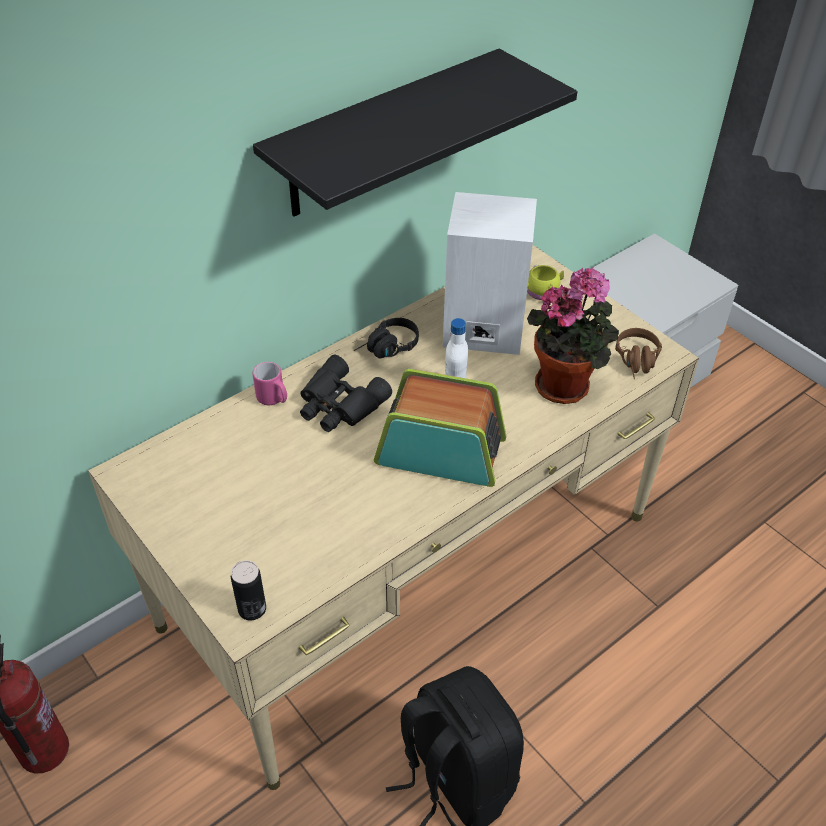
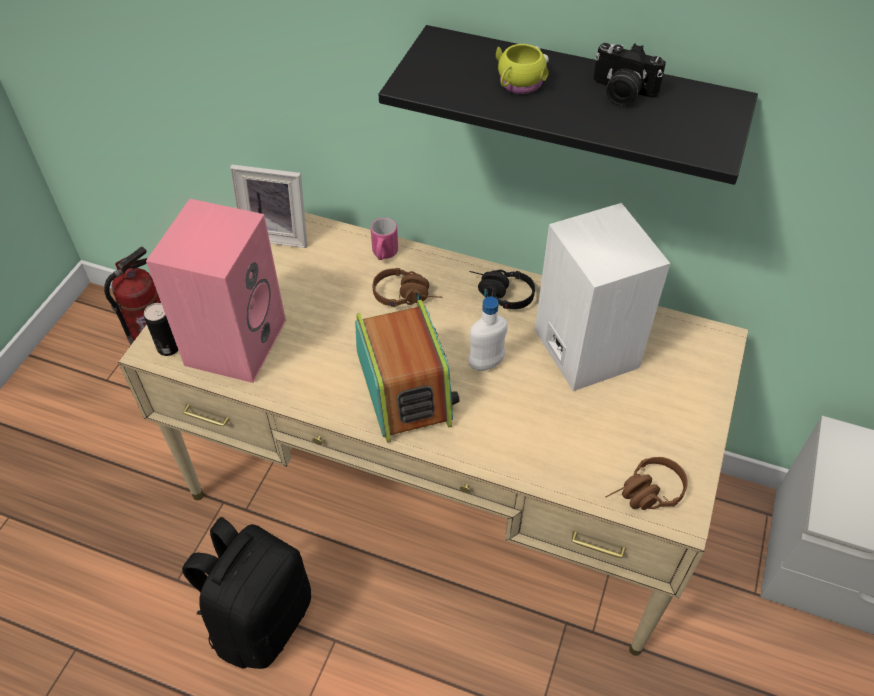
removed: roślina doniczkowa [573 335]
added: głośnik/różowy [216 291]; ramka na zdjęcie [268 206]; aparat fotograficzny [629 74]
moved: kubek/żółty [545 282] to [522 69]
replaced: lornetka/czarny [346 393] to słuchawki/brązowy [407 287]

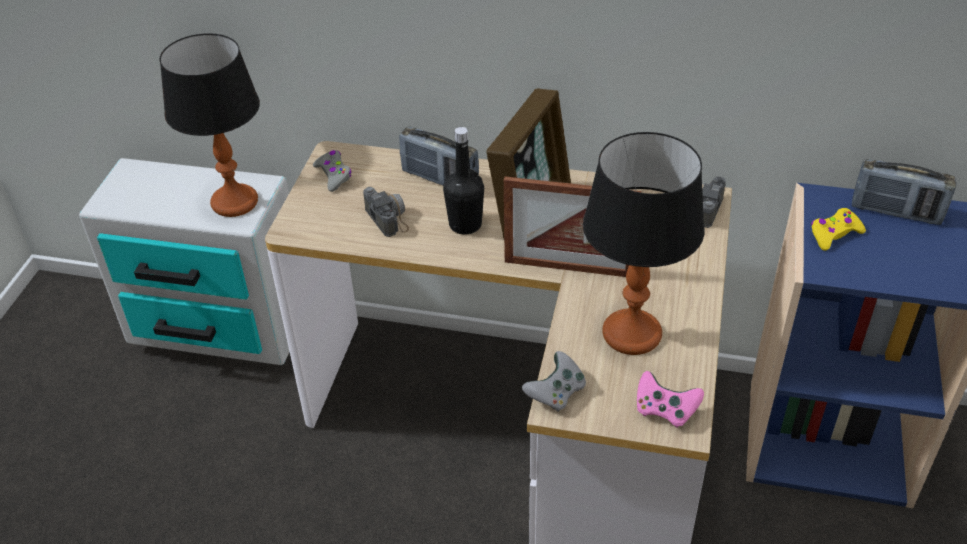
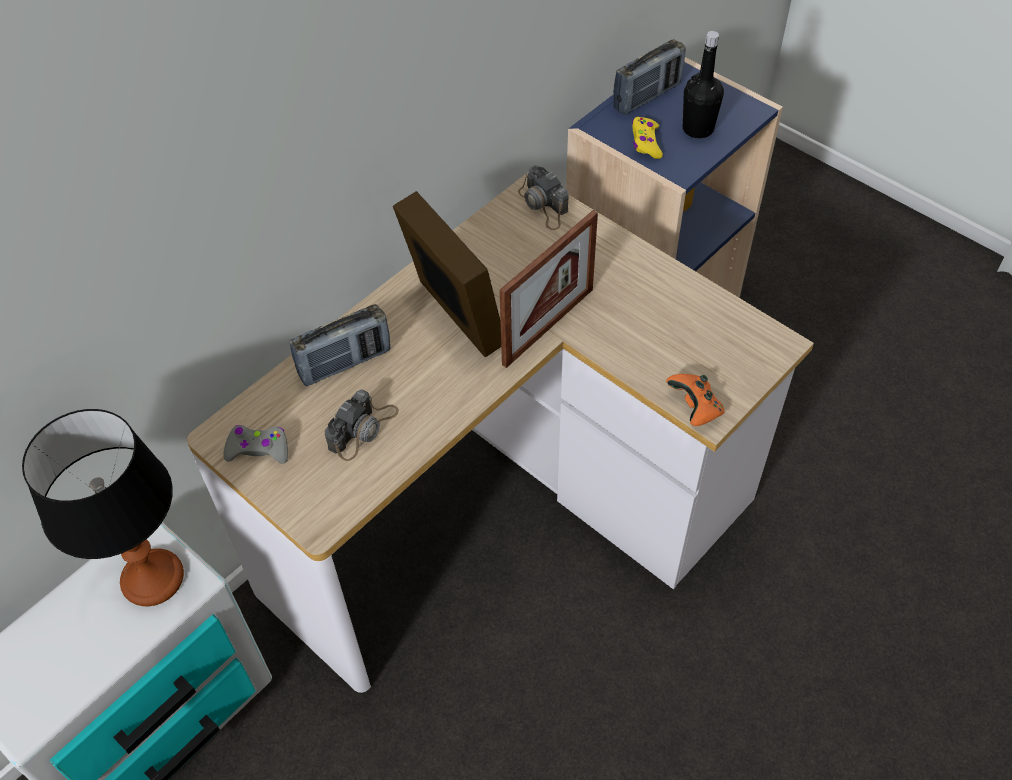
removed: lampa stołowa [644 243]; pad do gier/różowy [670 399]
moved: butelka/czarny [463 181] to [703 84]
recoloured: pad do gier/szary [554 381] to pad do gier/pomarańczowy [695 400]
turned: aparat fotograficzny [386 212] = [362 425] 120 degrees clockwise

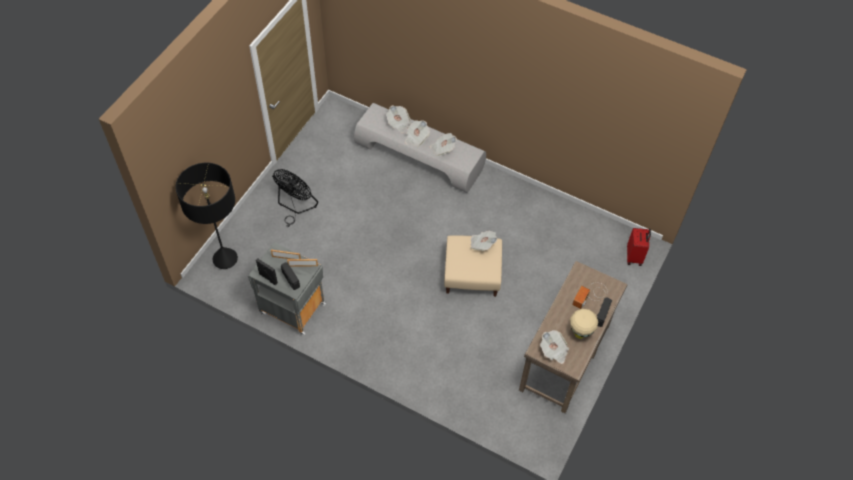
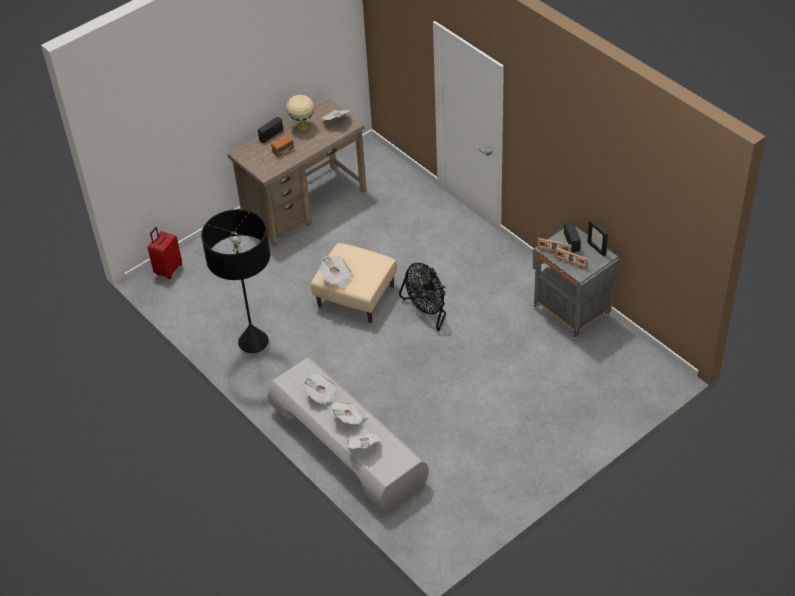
moved: lampa stojąca/czarny [207 216] to [235 281]; wentylator/czarny [295 198] to [422 297]

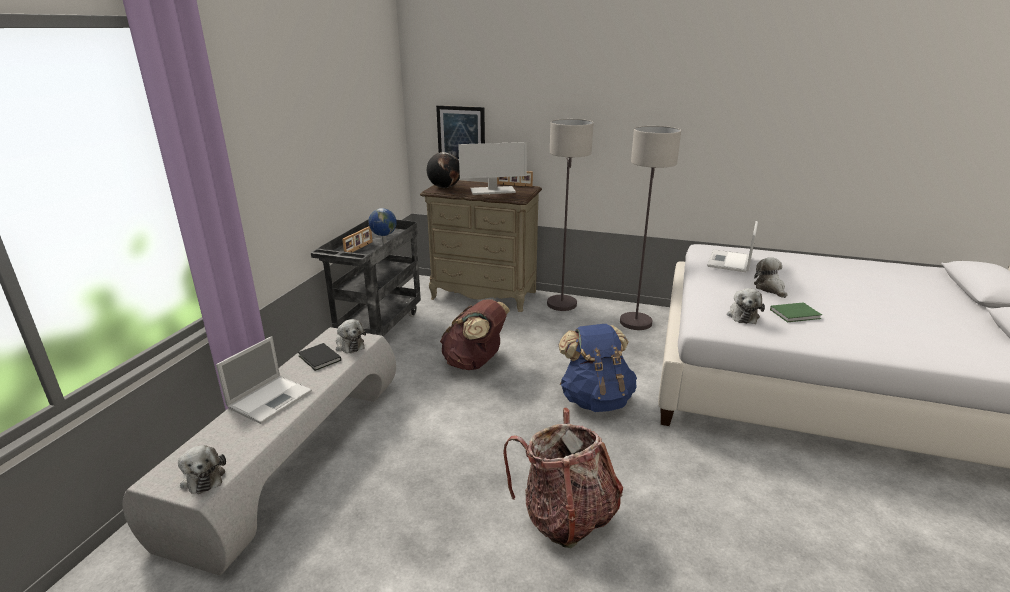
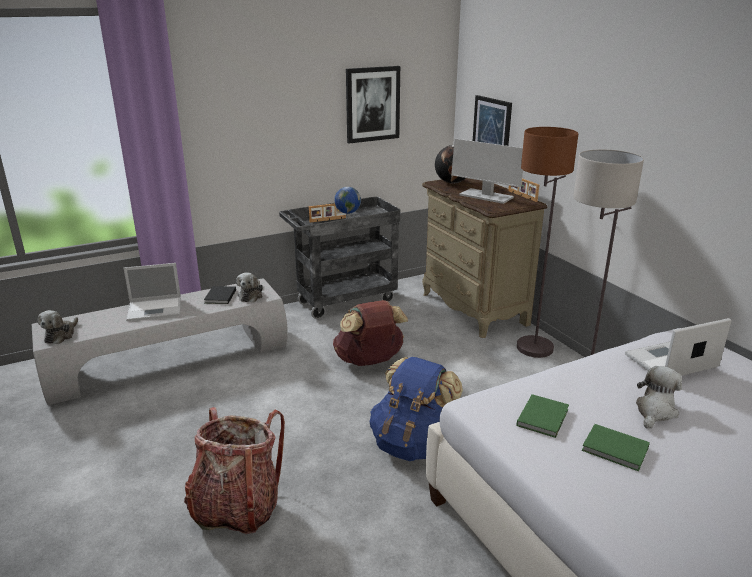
added: obraz [373 104]
replaced: pluszak [746 306] to książka/zielony [543 416]
recoloured: lampa stojąca/szary [570 215] to lampa stojąca/brązowy [547 242]

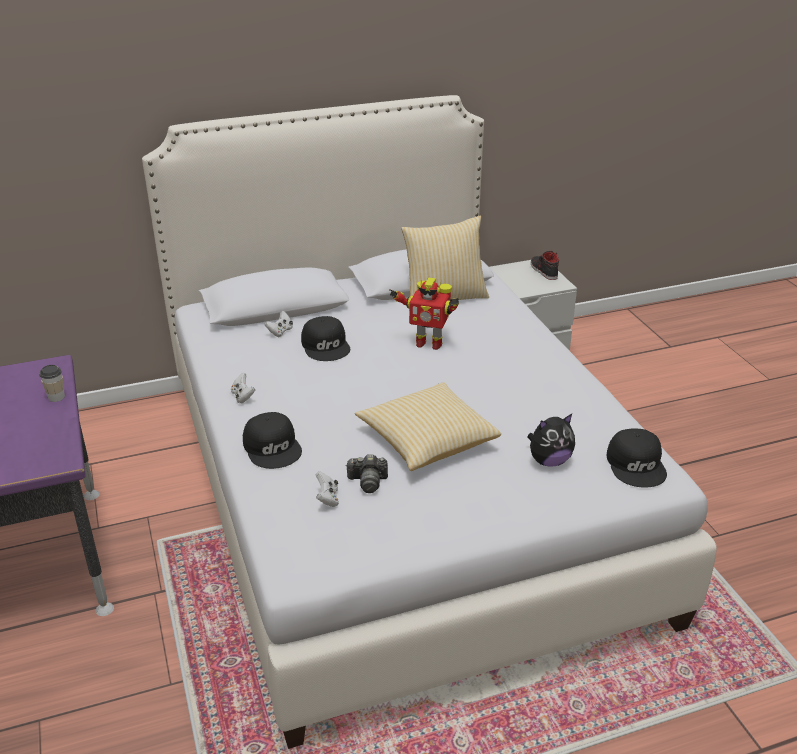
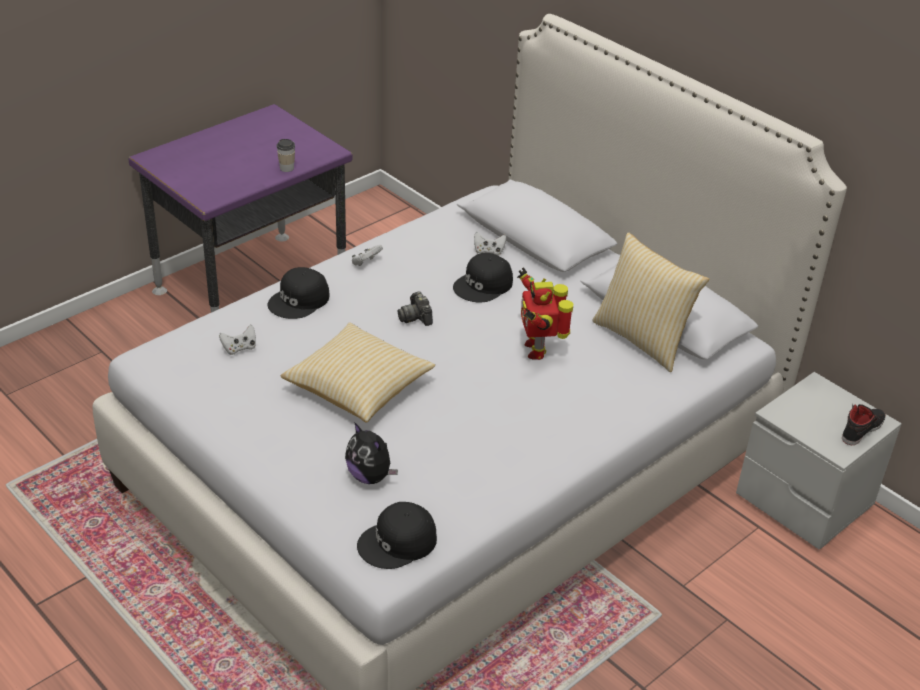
moved: aparat fotograficzny [366 473] to [415 308]

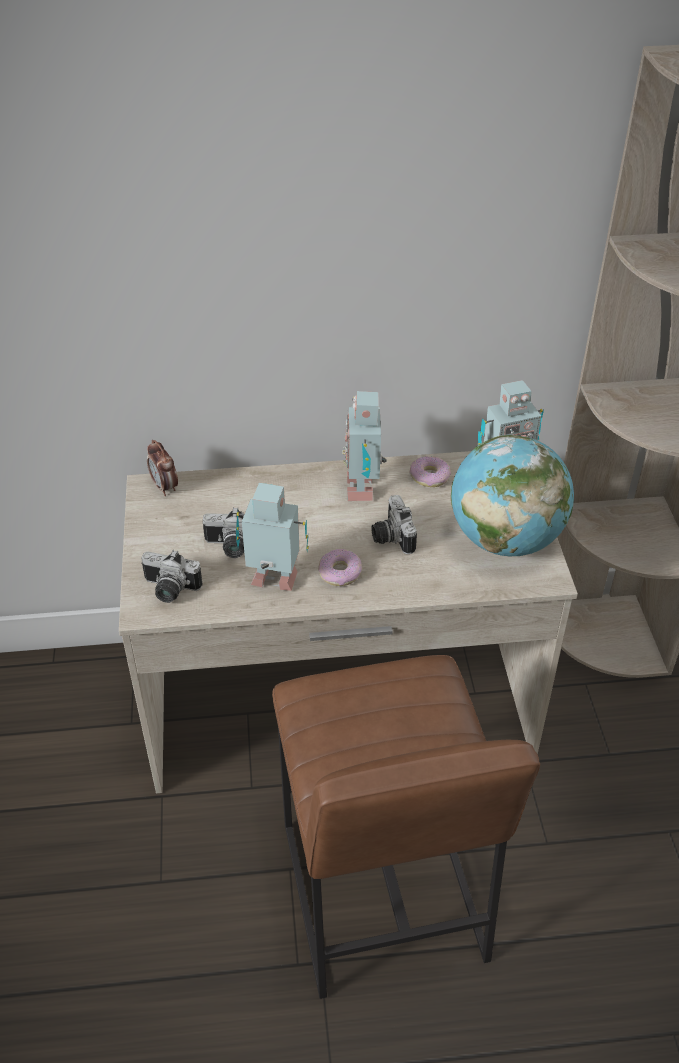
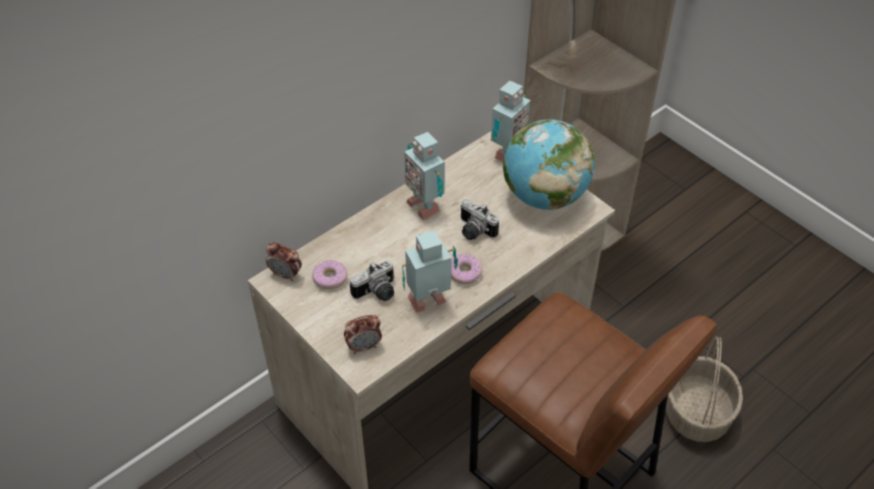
added: koszyk [704 389]
moved: donut [430 471] to [330 274]
replaced: aparat fotograficzny [171 576] to budzik [363 334]

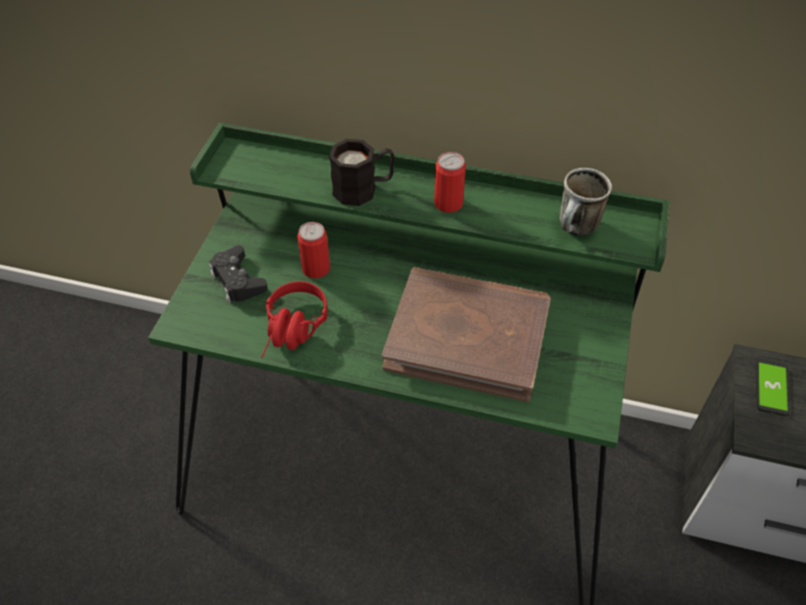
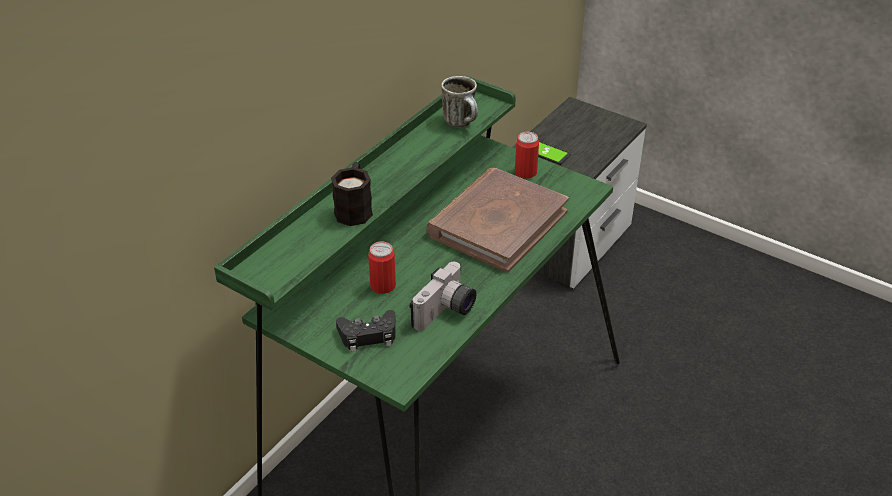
moved: puszka [450 182] to [527 155]
replaced: słuchawki/czerwony [294 319] to aparat fotograficzny [443 296]

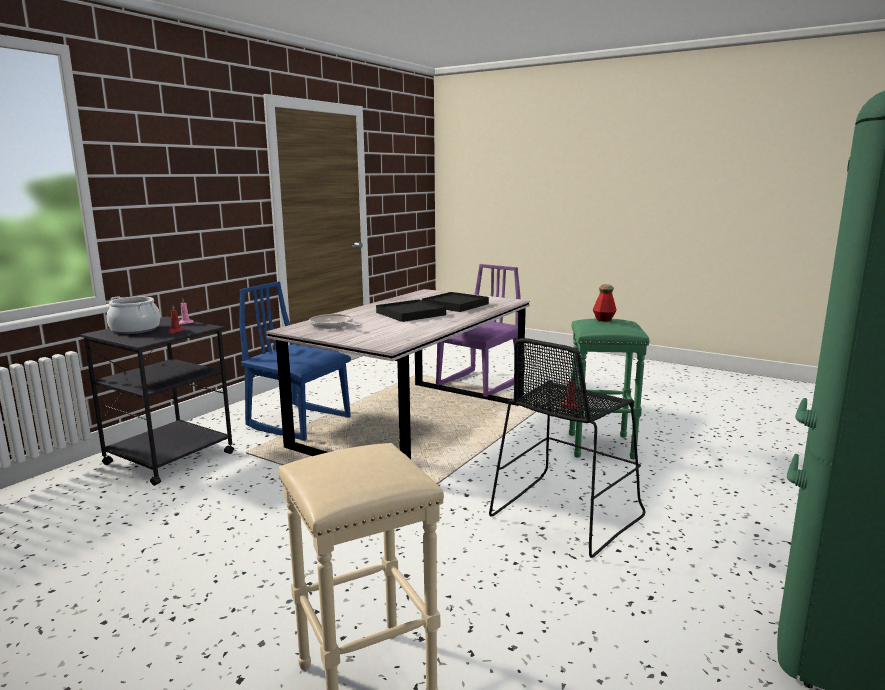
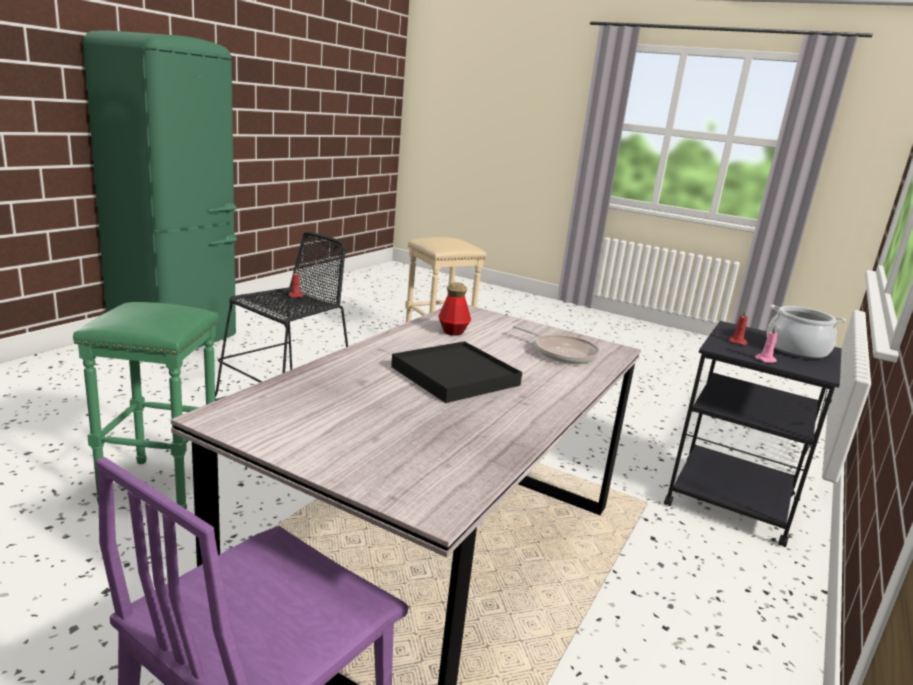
removed: krzesło/niebieski [295 361]; taca/czarny [455 302]
moved: butelka [605 303] to [454 309]

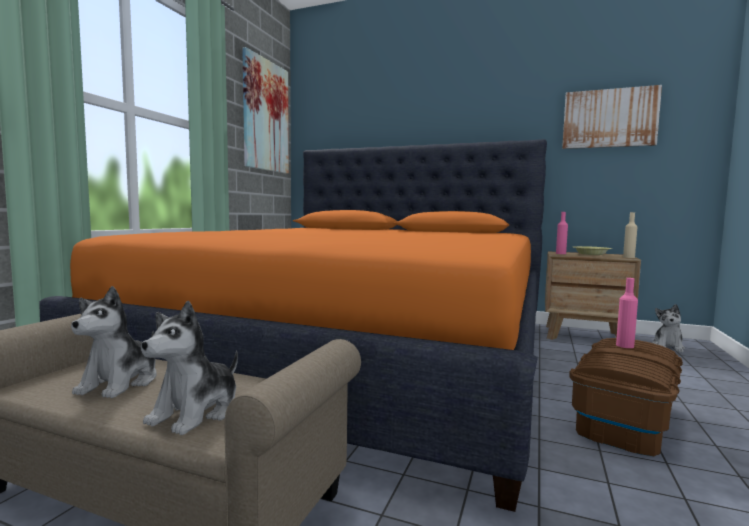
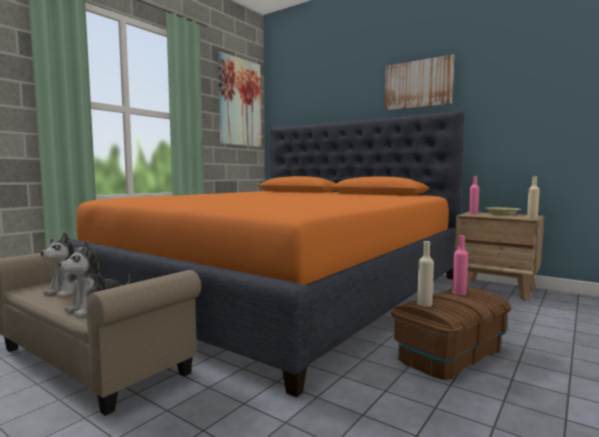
removed: pluszak [668 328]
added: butelka/beżowy [425 274]
moved: obraz [612 117] to [419 82]

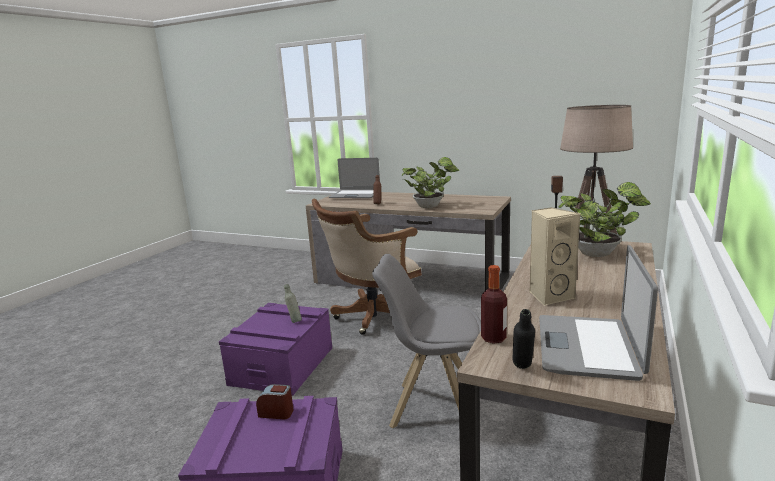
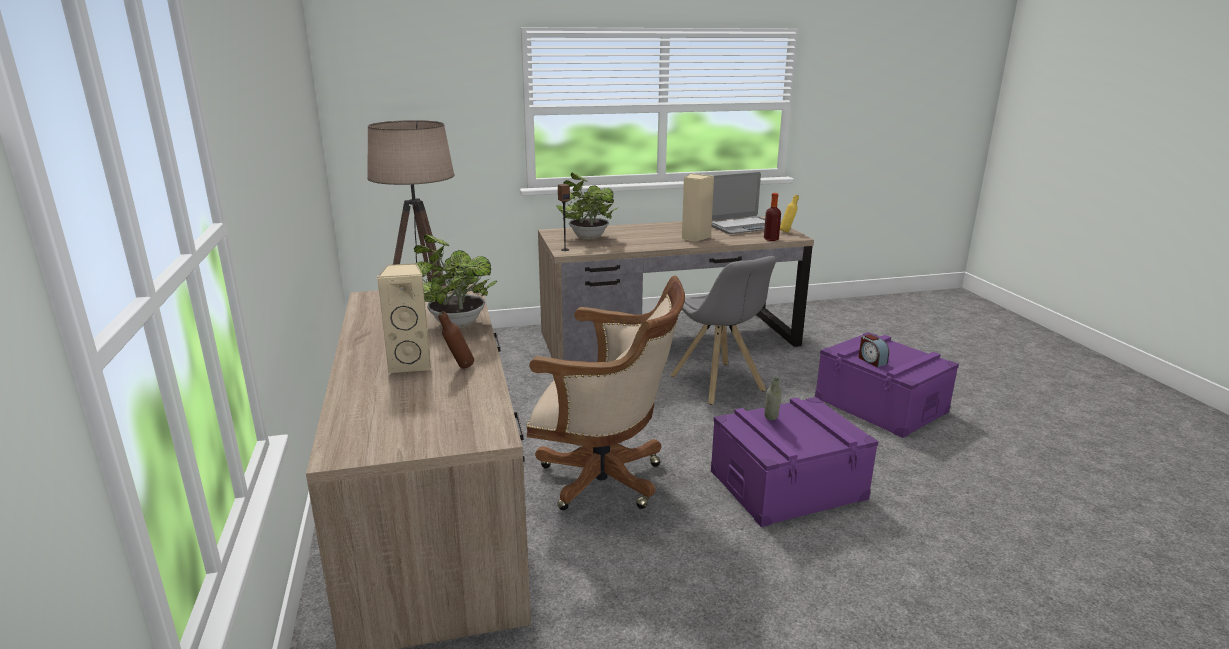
removed: laptop [354 178]
added: głośnik/beżowy [404 318]
recoloured: butelka/czarny [523 339] to butelka/żółty [789 213]

